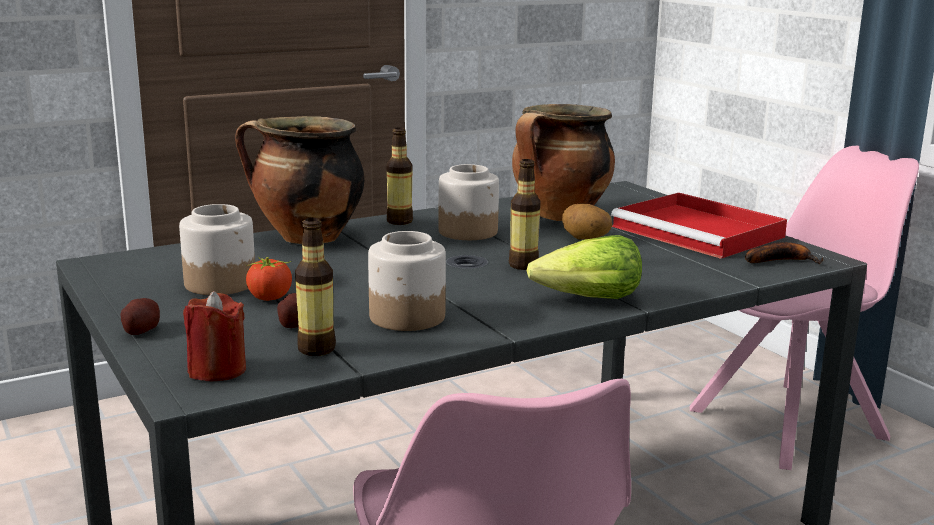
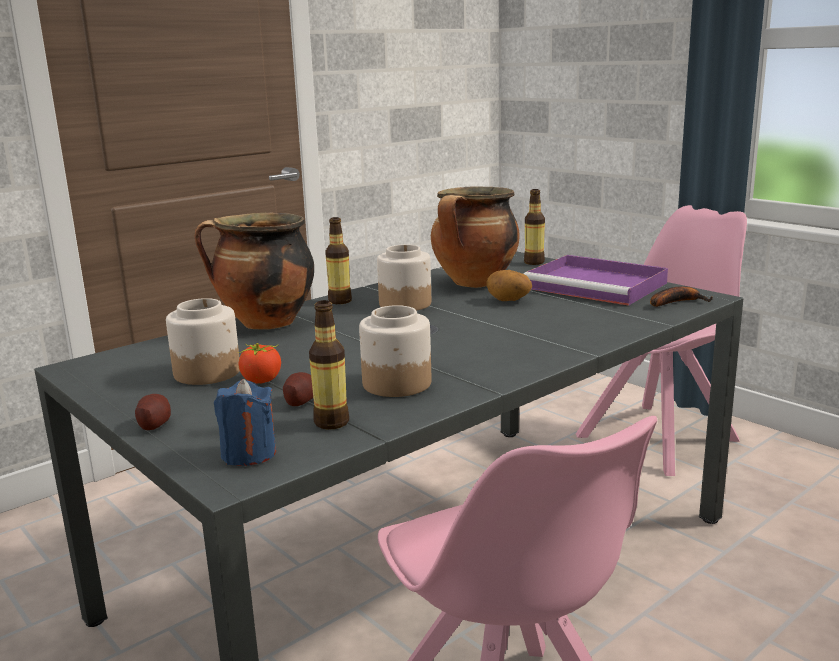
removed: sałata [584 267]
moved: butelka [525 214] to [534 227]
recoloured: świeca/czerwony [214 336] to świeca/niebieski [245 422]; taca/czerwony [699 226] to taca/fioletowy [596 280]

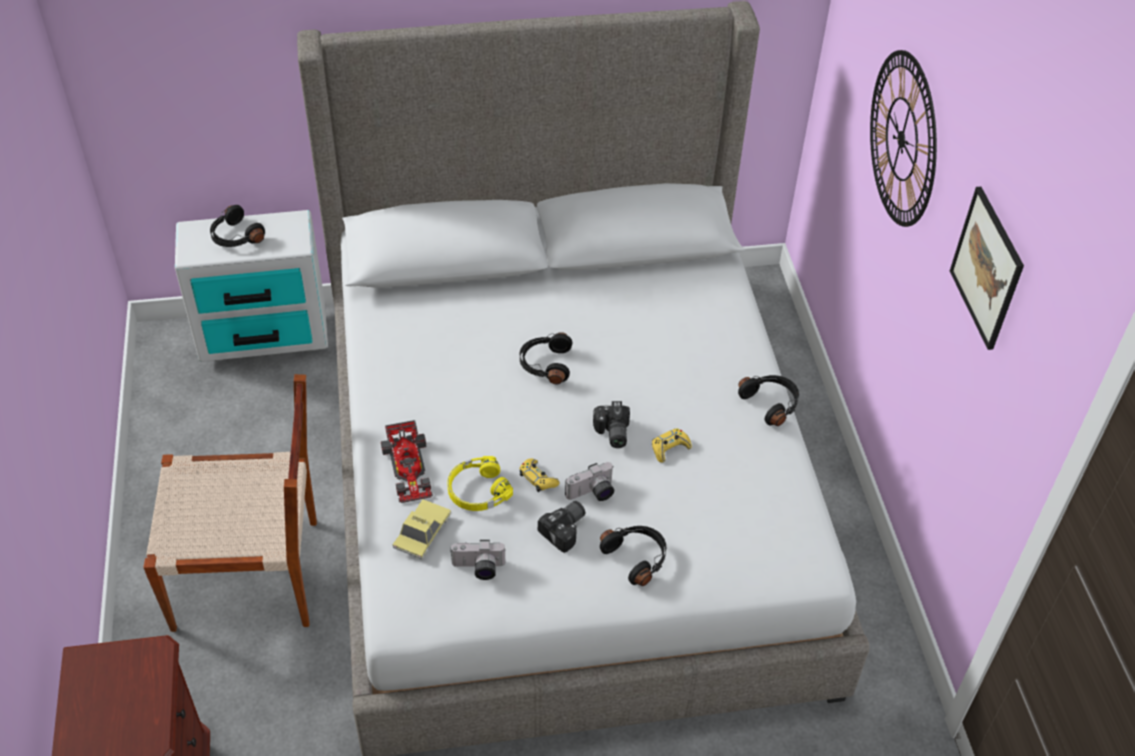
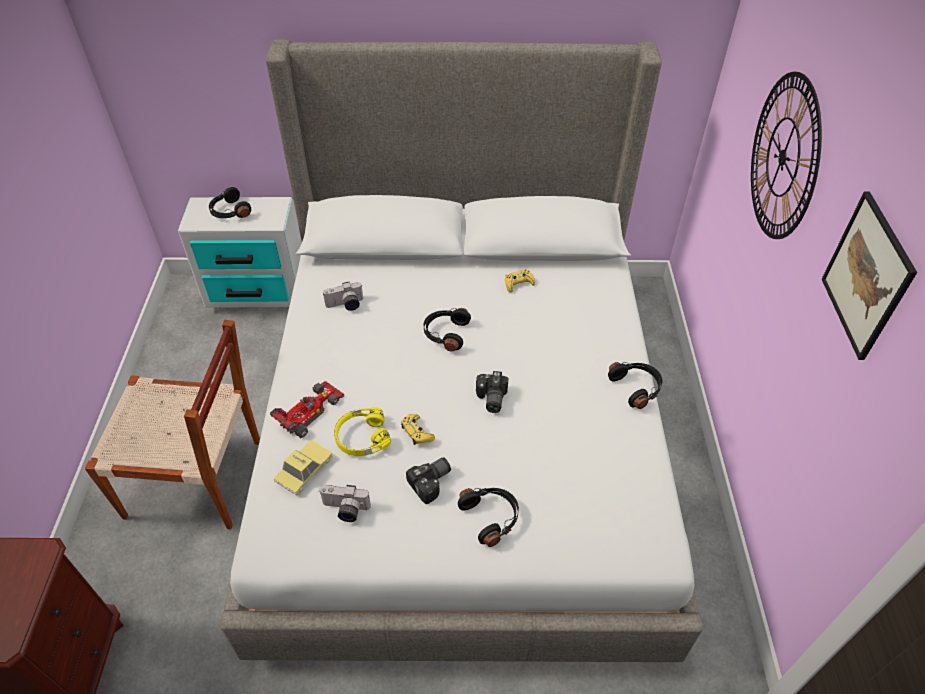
moved: aparat fotograficzny [589 481] to [343 296]; pad do gier/żółty [672 446] to [520 281]
turned: samochodzik [407 461] = [307 410] 135 degrees counterclockwise

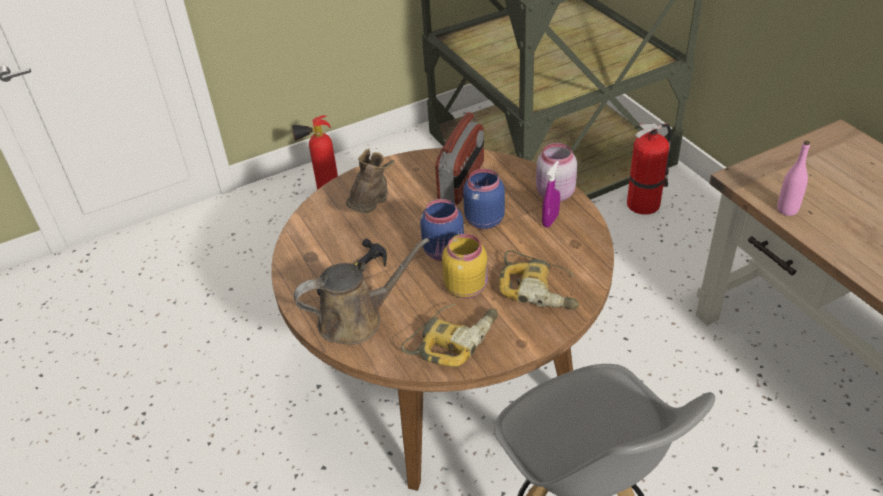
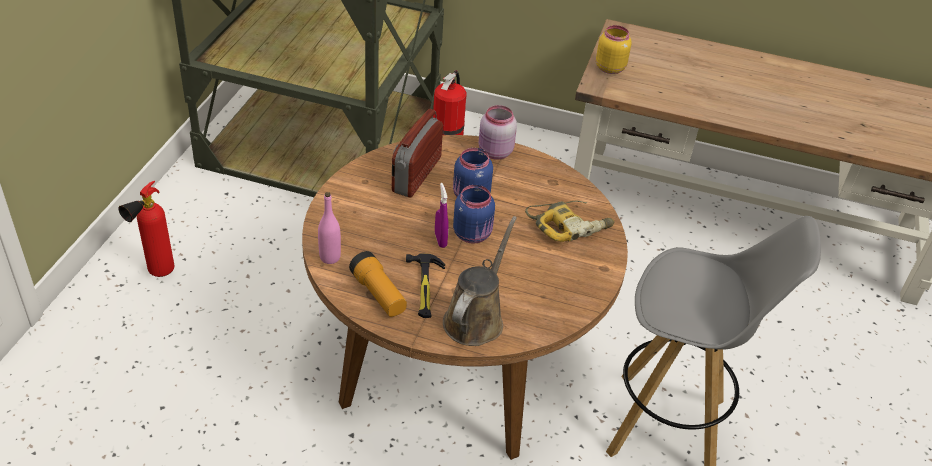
removed: but z cholewką/brązowy [370 181]; wiertarka [449 335]
added: latarka [378 284]
moved: butelka/różowy [793 178] to [329 228]; spryskiwacz/fioletowy [551 194] to [441 215]; słoik/żółty [465 266] to [614 49]
turned: radio [459 158] = [417 153] 135 degrees counterclockwise

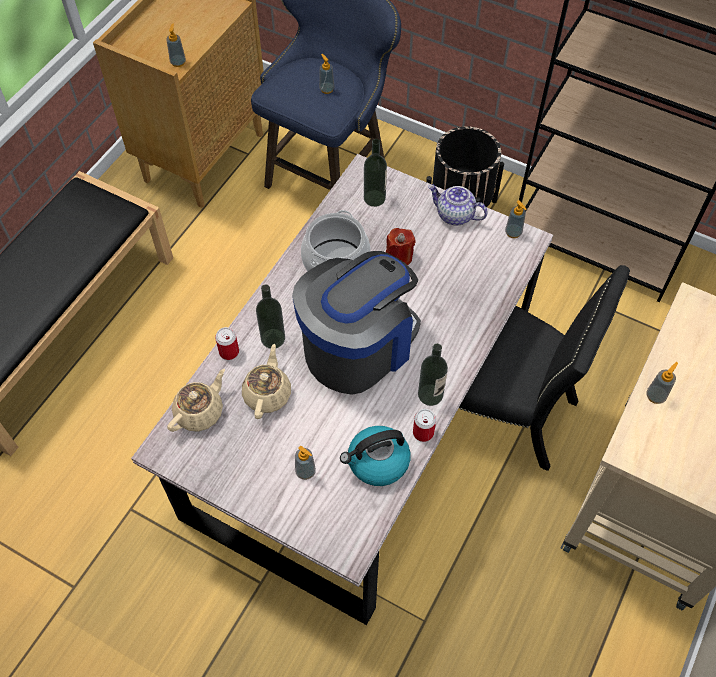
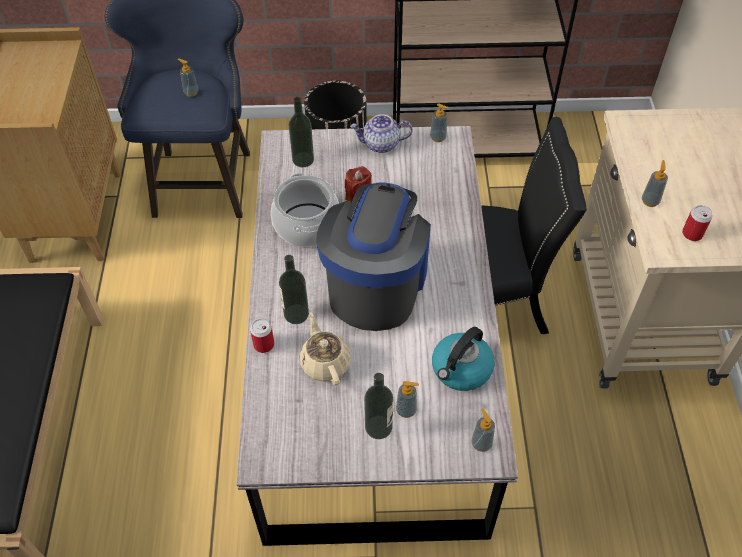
removed: imbryk/beżowy [196 400]
moved: butelka [433 375] to [378 406]; dozownik mydła [176 45] to [483 430]; puszka [424 425] to [697 223]

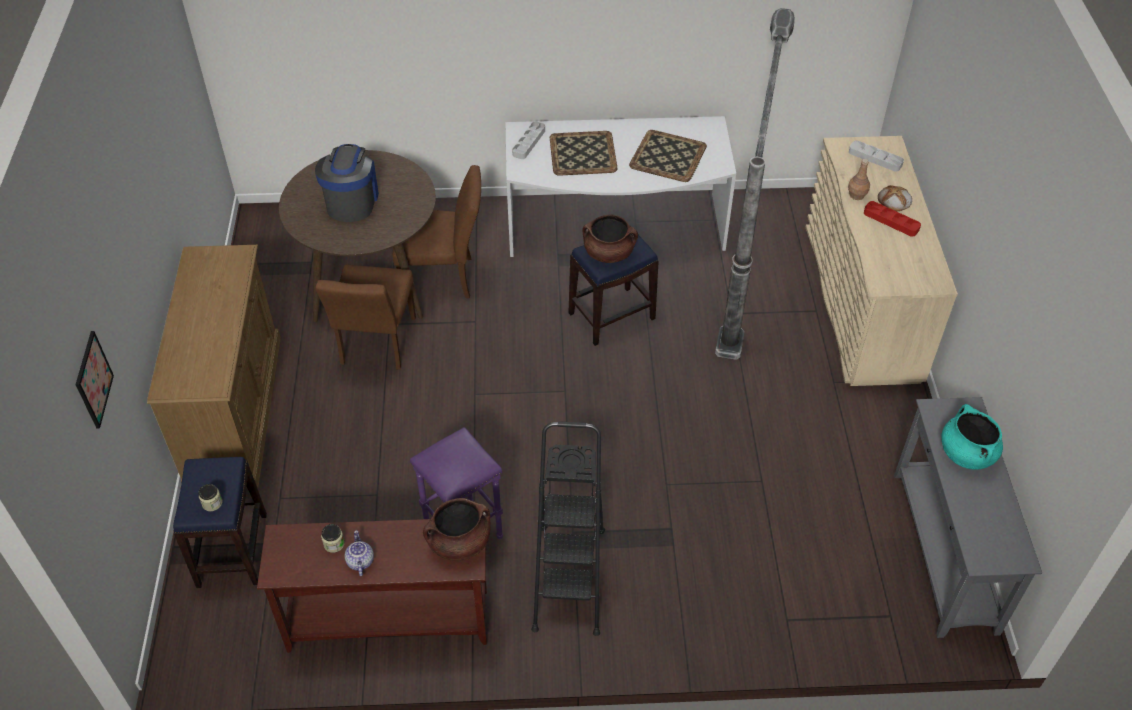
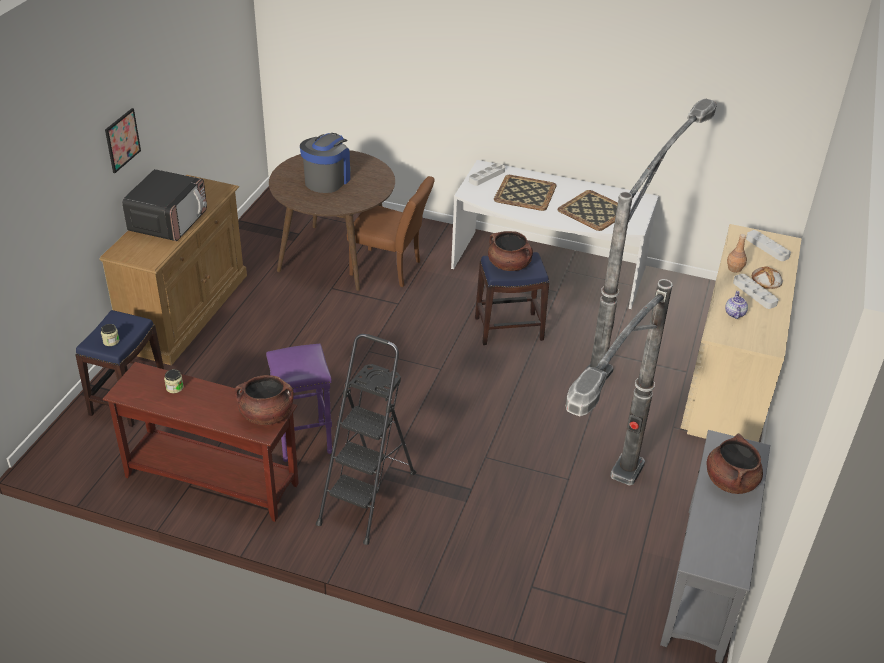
removed: krzesło/brązowy [365 317]
added: mikrofalówka [164 205]; lampa stojąca [619 382]
moved: obraz [95 379] to [123 140]; imbryk [359 553] to [736 305]
recoloured: garnek/turkusowy [972 437] to garnek/brązowy [735 464]; taca/czerwony [892 219] to taca/szary [755 291]

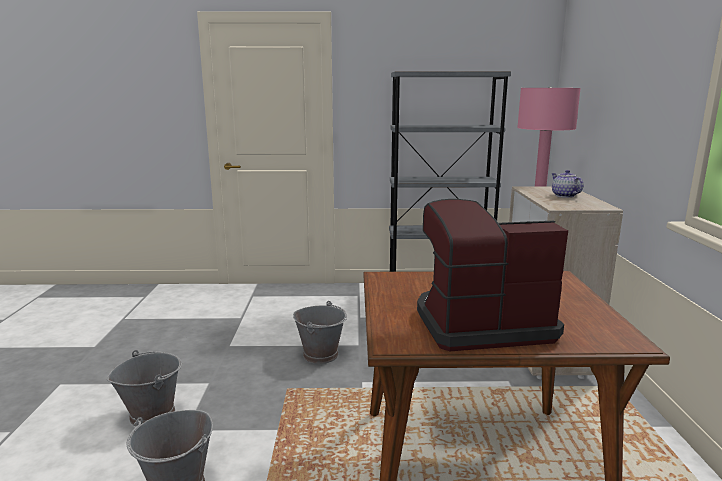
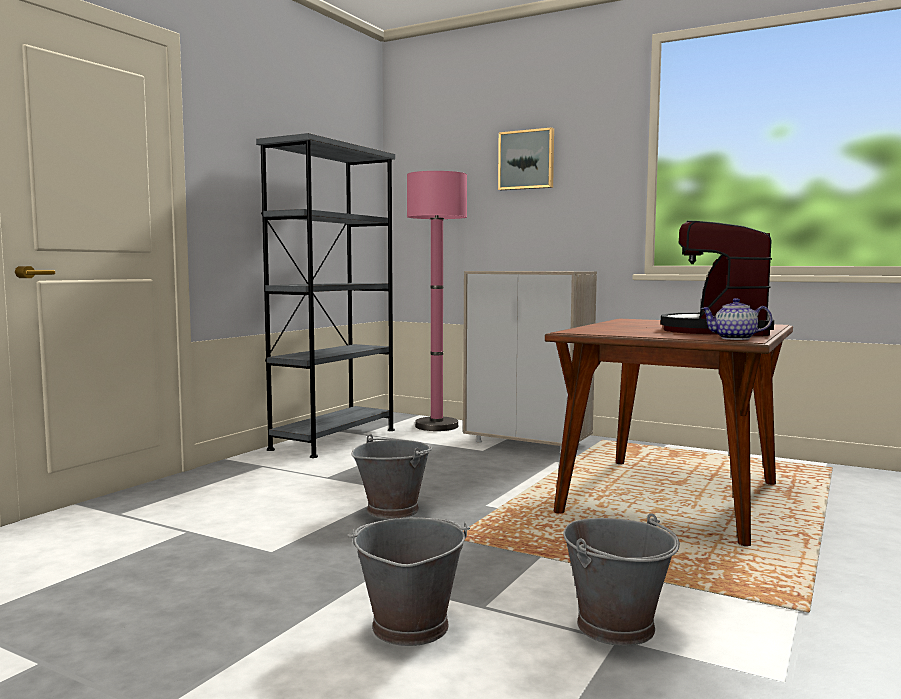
added: obraz [526 158]
moved: imbryk [567 184] to [736 319]

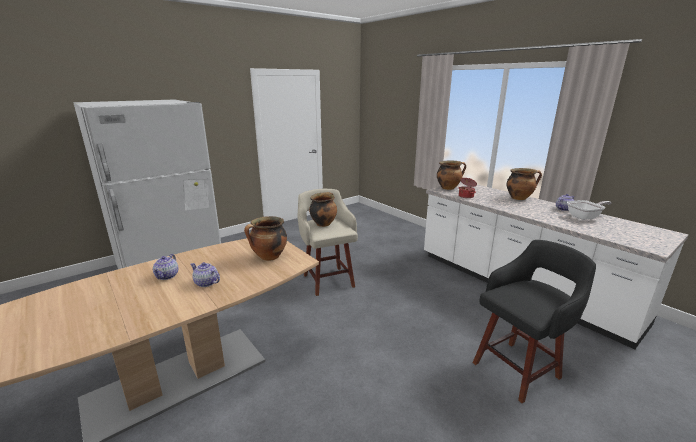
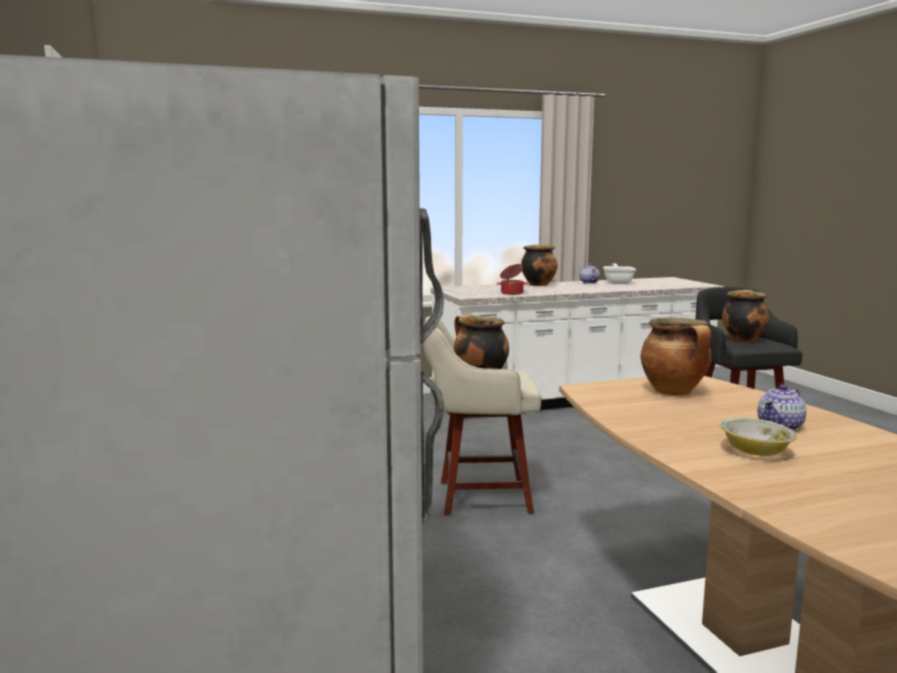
moved: garnek [451 175] to [745 316]
replaced: imbryk [165 267] to miska [758 437]

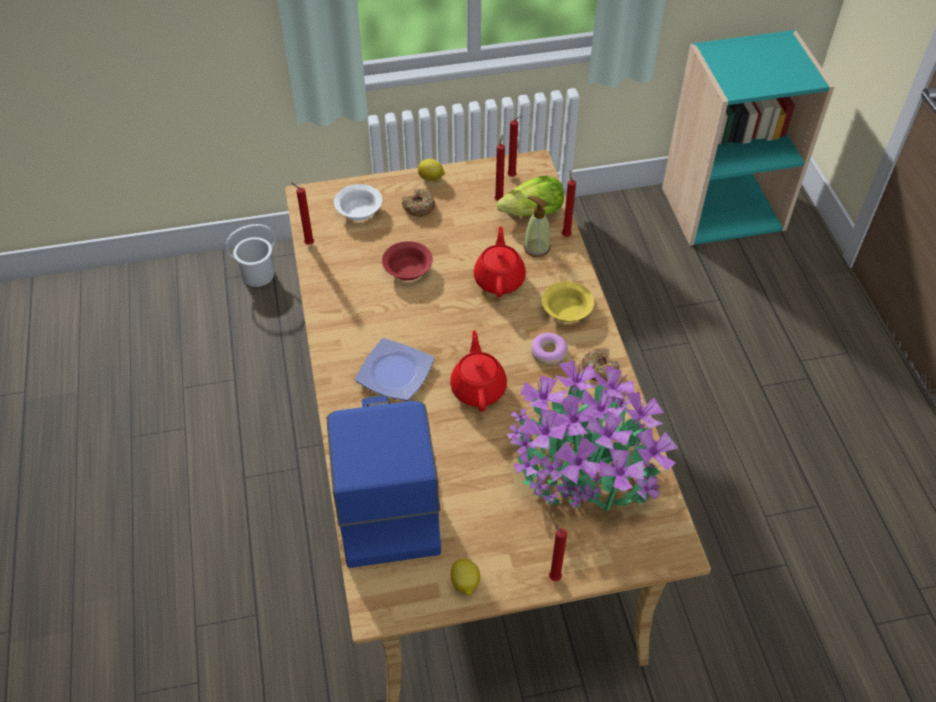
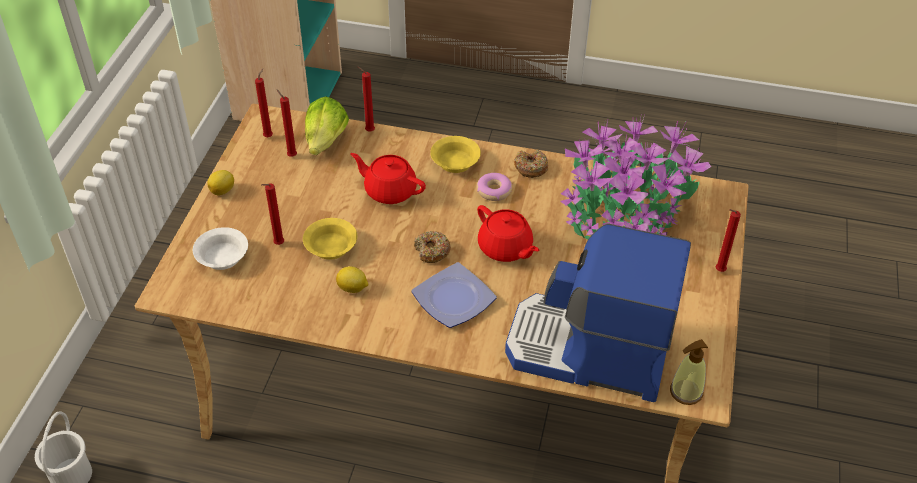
moved: świeca/czerwony [302 213] to [273 214]; cytryna [465 577] to [352 279]; donut [418 202] to [432 247]; dozownik mydła [537 226] to [689 372]
recoloured: miska/czerwony [407 261] to miska/żółty [330 239]
turned: imbryk/czerwony [478 371] = [508 233] 150 degrees counterclockwise

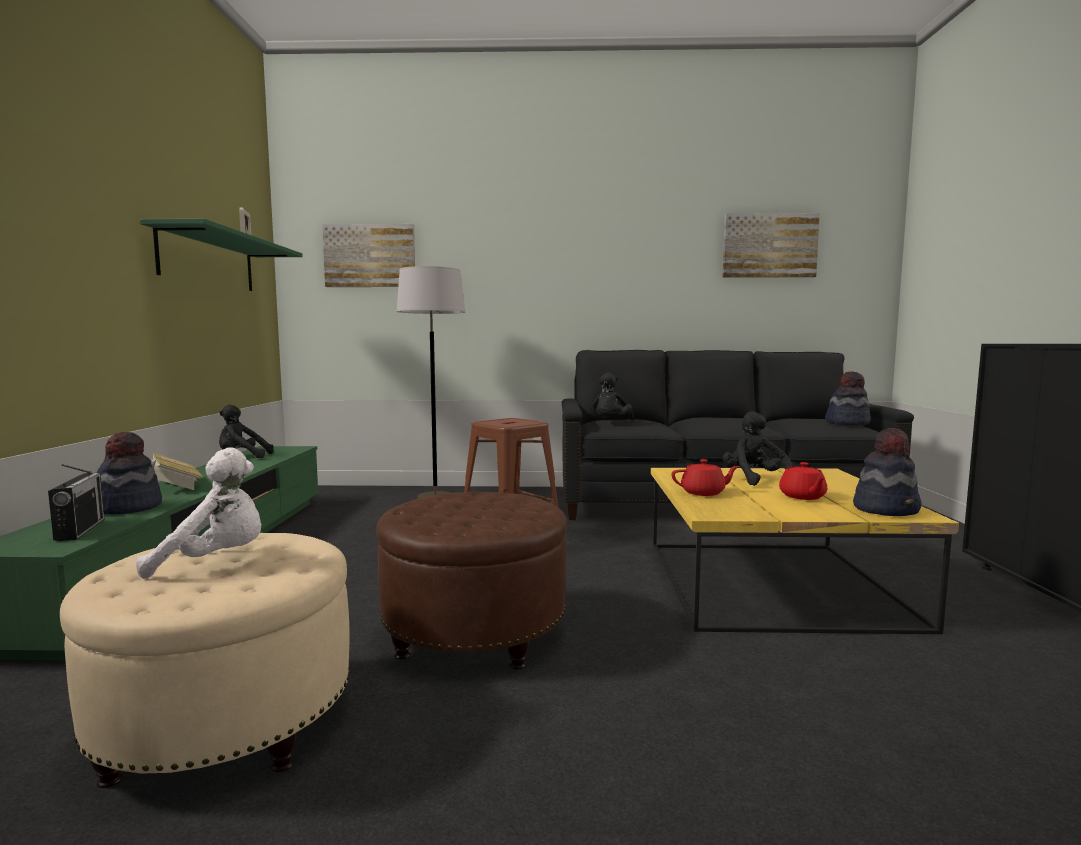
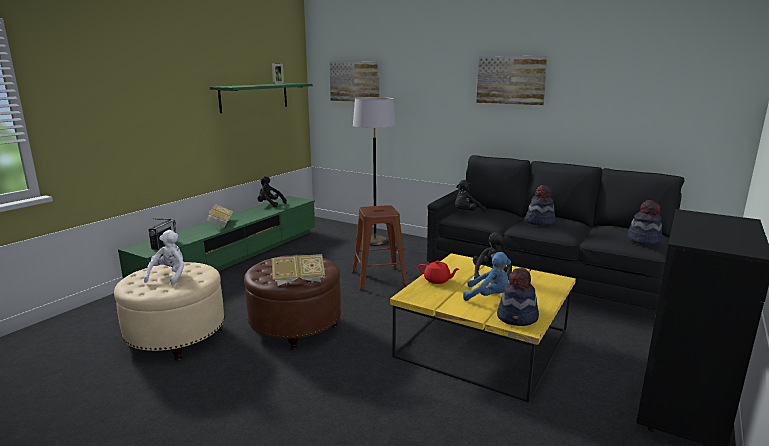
added: książka [298 270]
moved: obraz [771 245] to [512 80]; kapelusz [129 473] to [540 205]
replaced: imbryk/czerwony [803 481] to pluszak/niebieski [487 276]
turned: pluszak/biały [199 513] = [164 257] 105 degrees counterclockwise

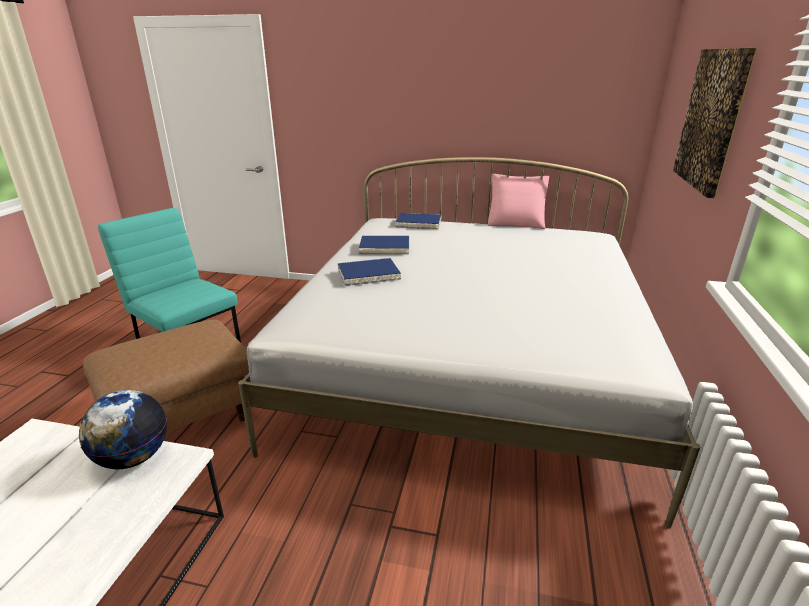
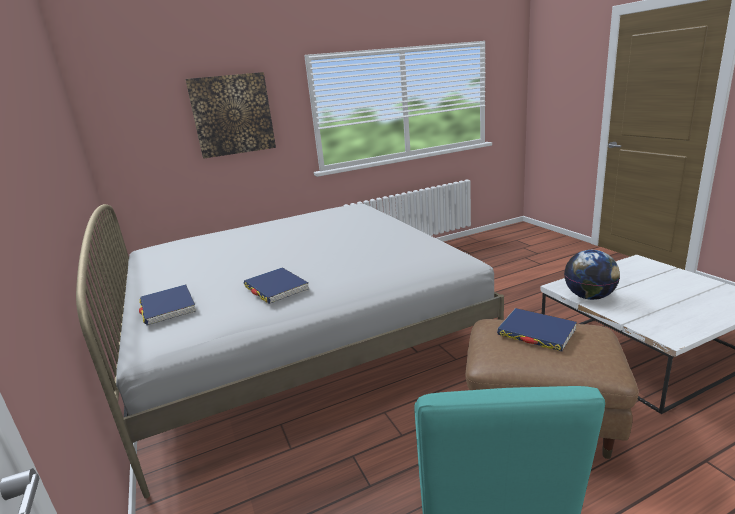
removed: poduszka/różowy [518 201]
moved: książka/niebieski [369 272] to [537 329]

